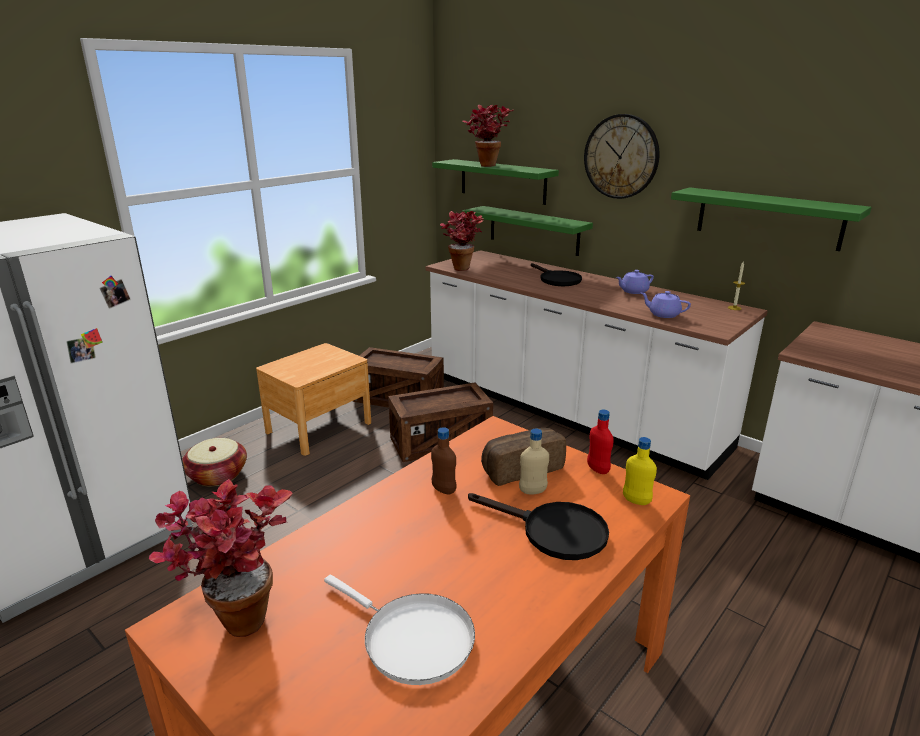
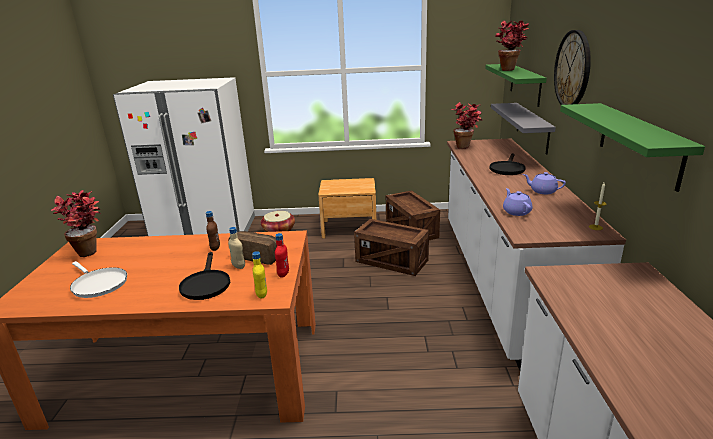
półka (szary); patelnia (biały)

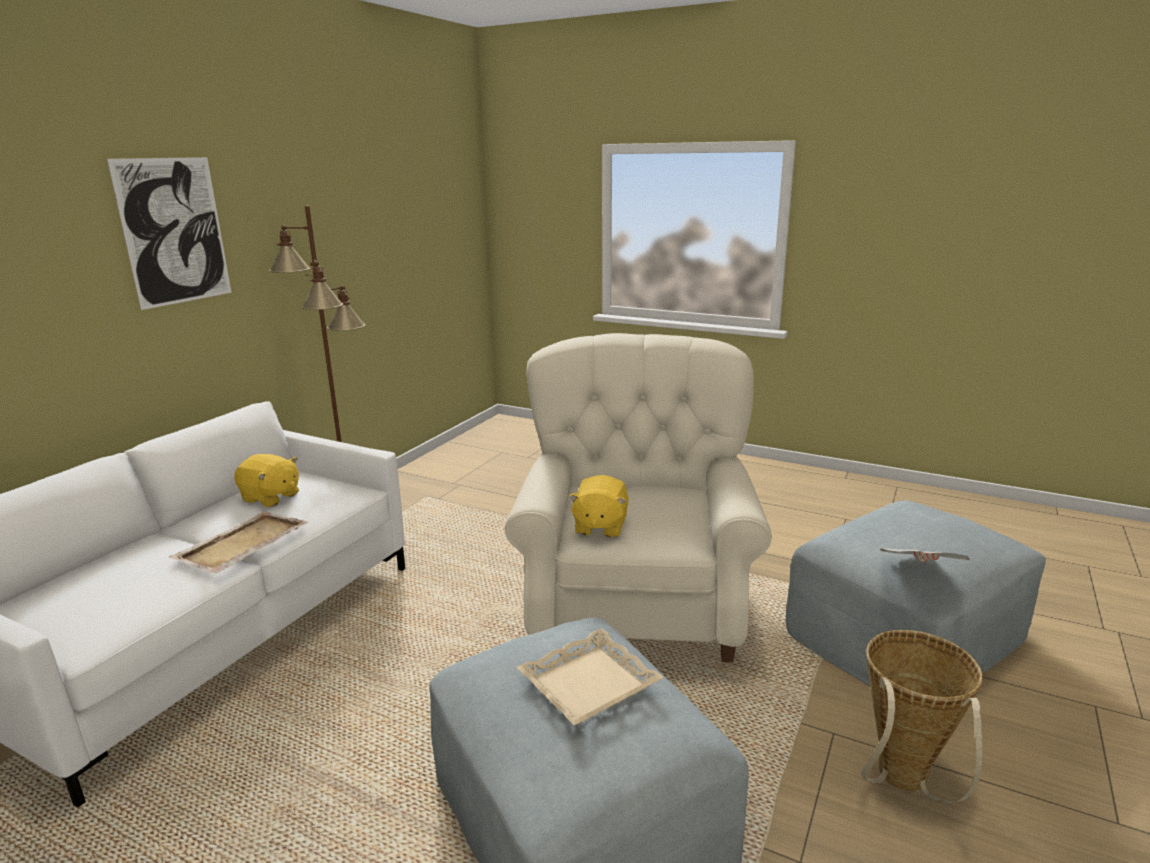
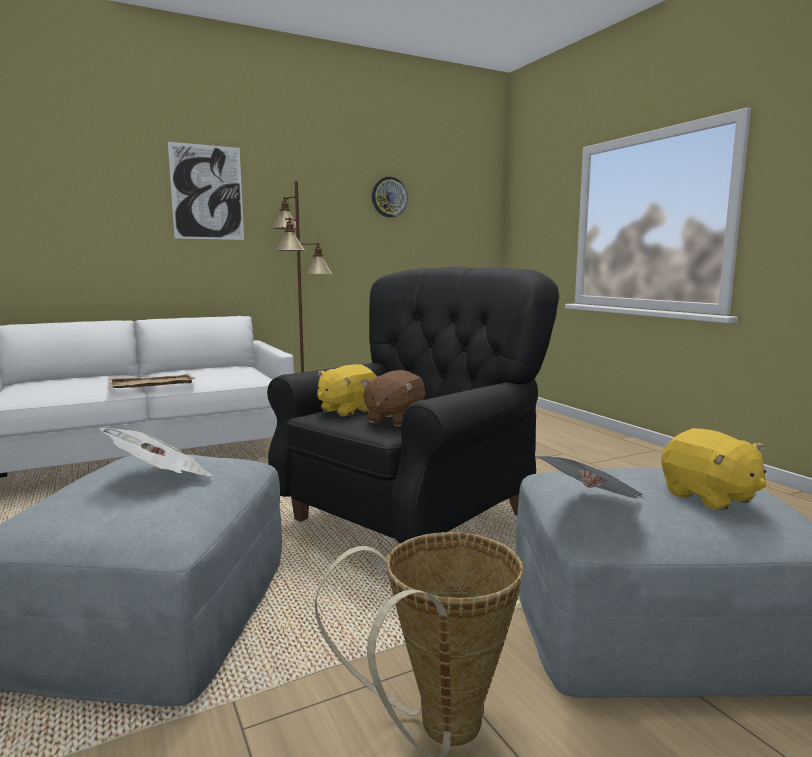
pluszak (brązowy); zegar ścienny; pluszak (żółty) (2nd from left); gazeta (1st from left); fotel (czarny)

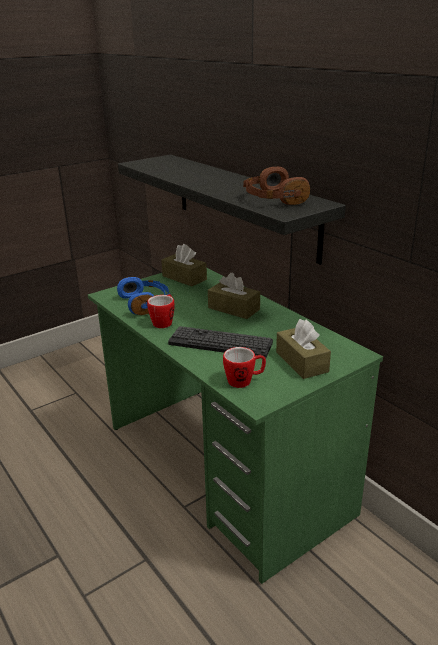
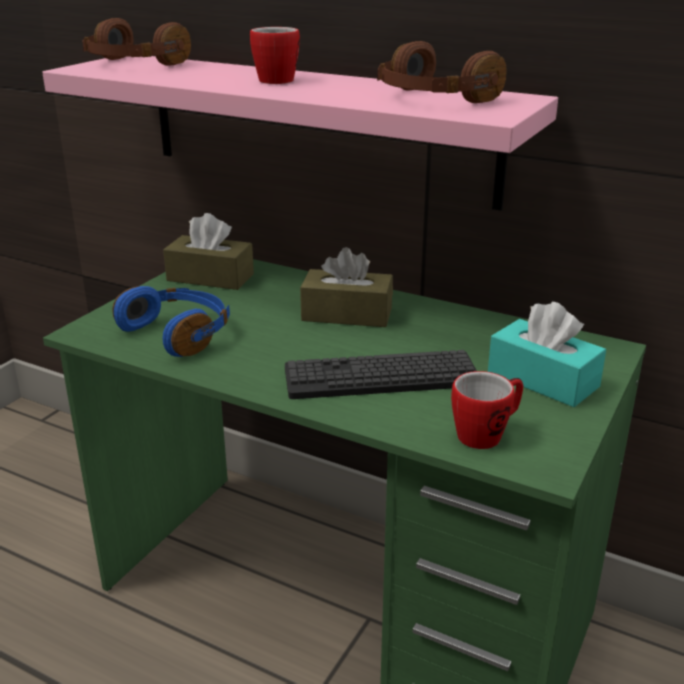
słuchawki (brązowy) (1st from left); kubek (1st from left); półka (różowy); pudełko chusteczek (turkusowy)

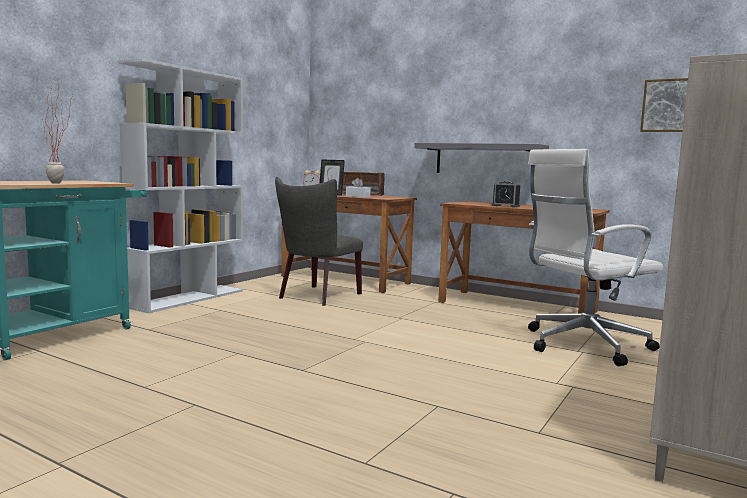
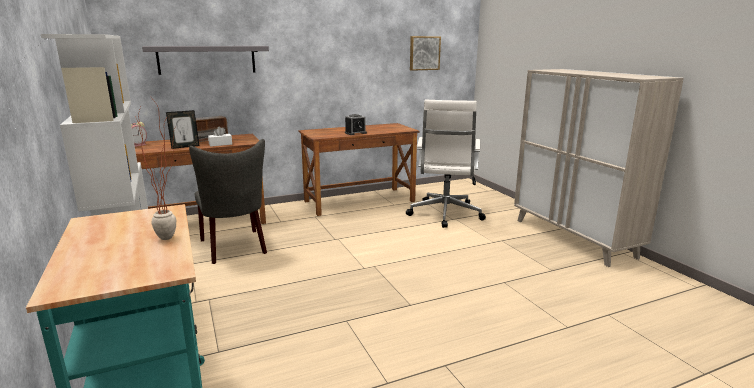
półka (szary)

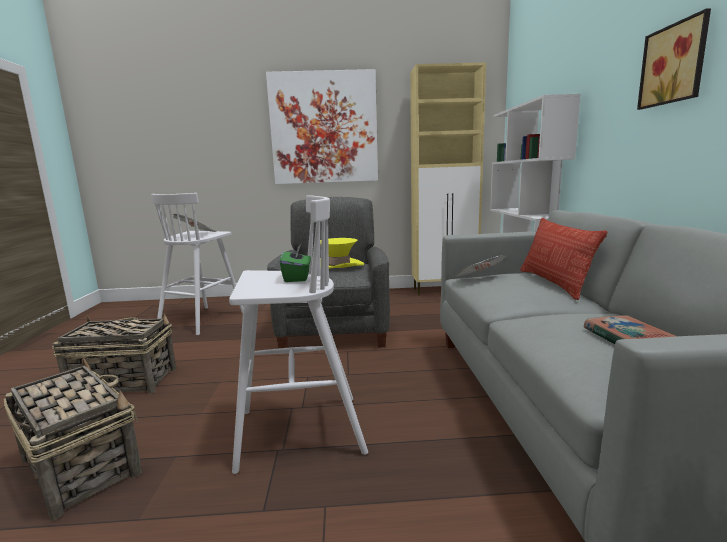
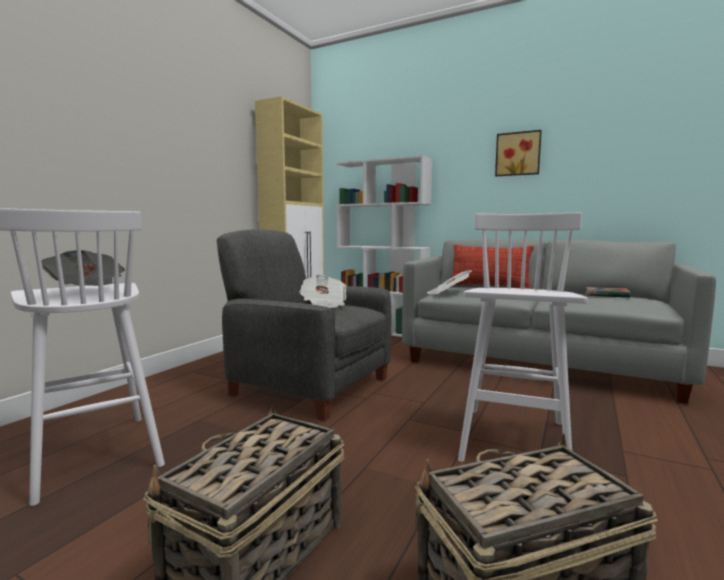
obraz (1st from left in the first image); pudełko chusteczek (zielony); gazeta (2nd from left)

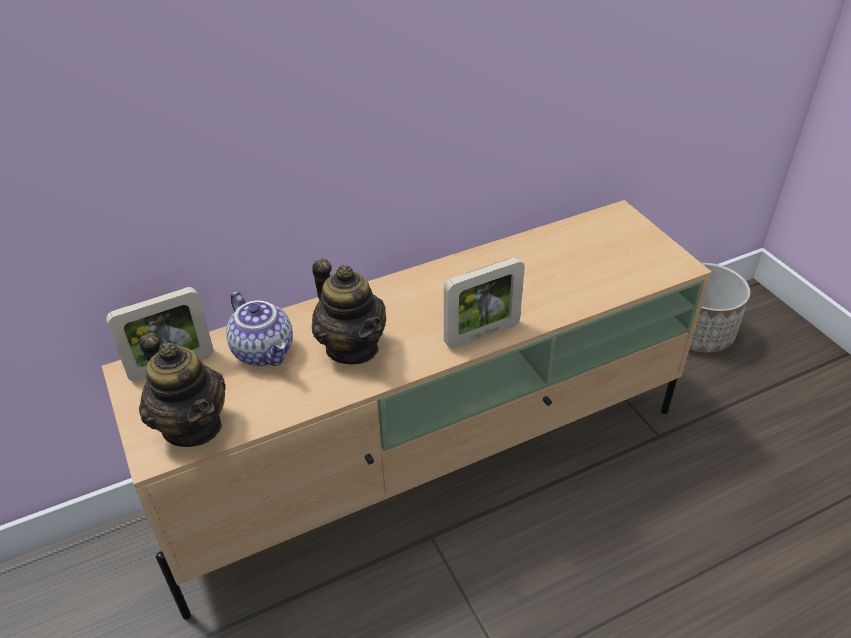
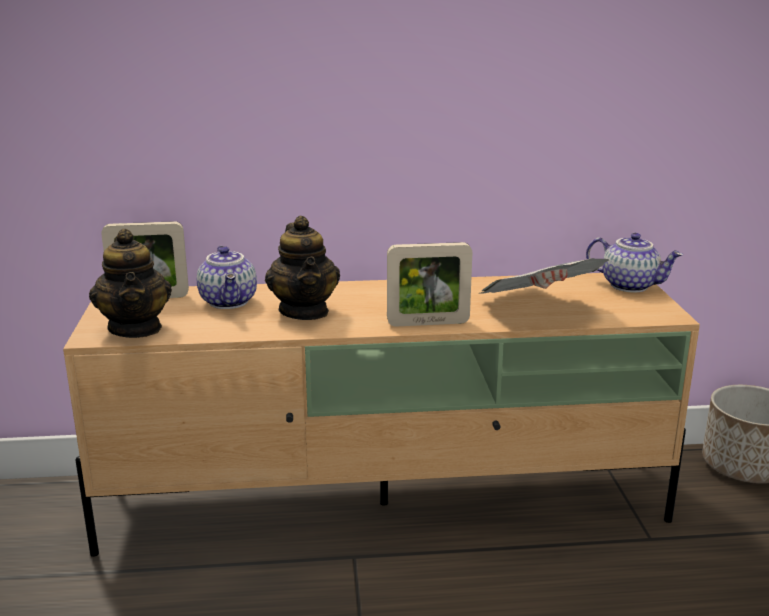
gazeta; imbryk (4th from left)

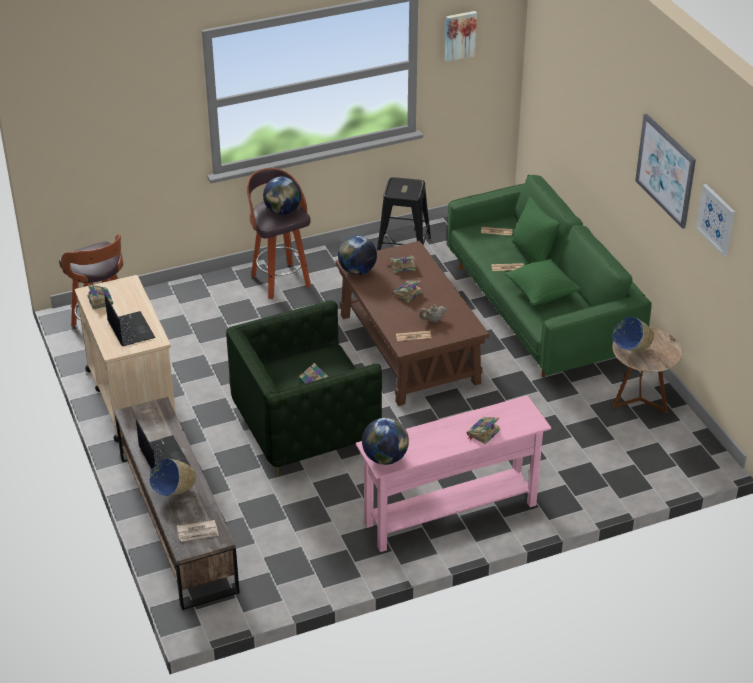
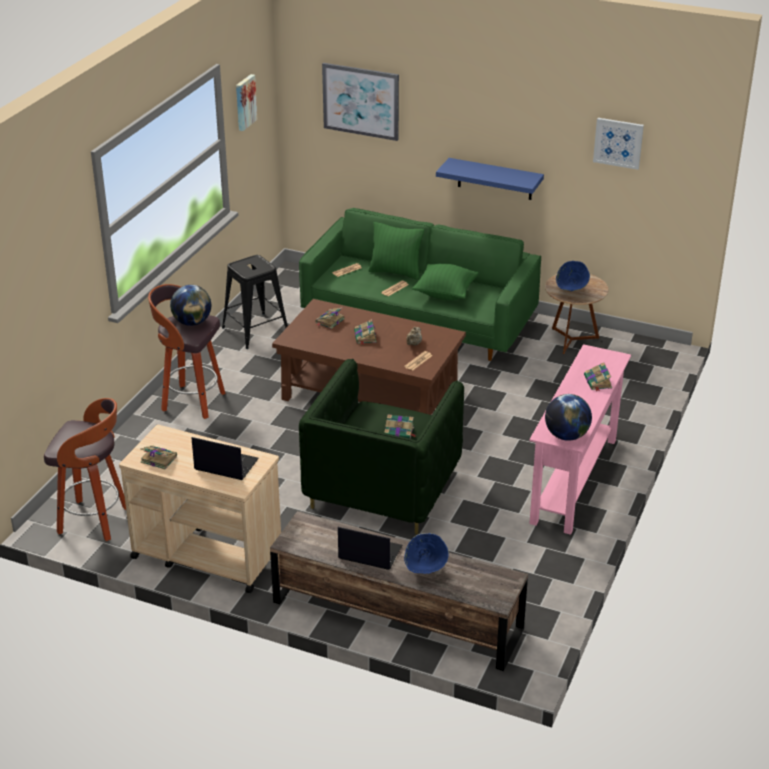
gazeta (1st from left in the first image); globus (2nd from left in the first image); półka (niebieski); obraz (2nd from left)

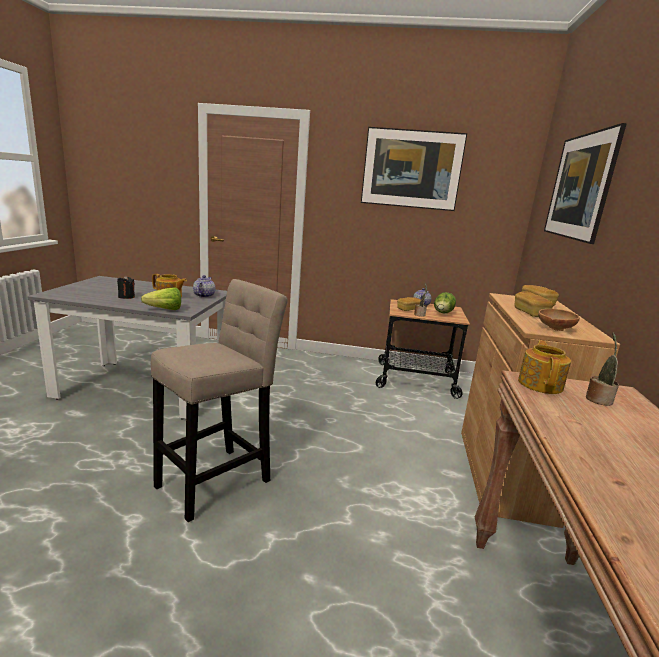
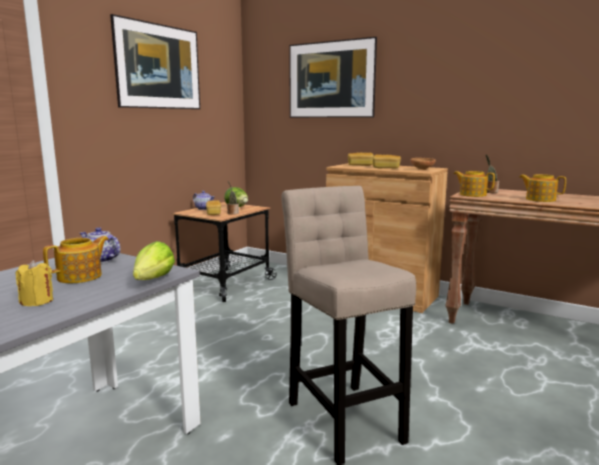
imbryk (5th from left); świeca (żółty)

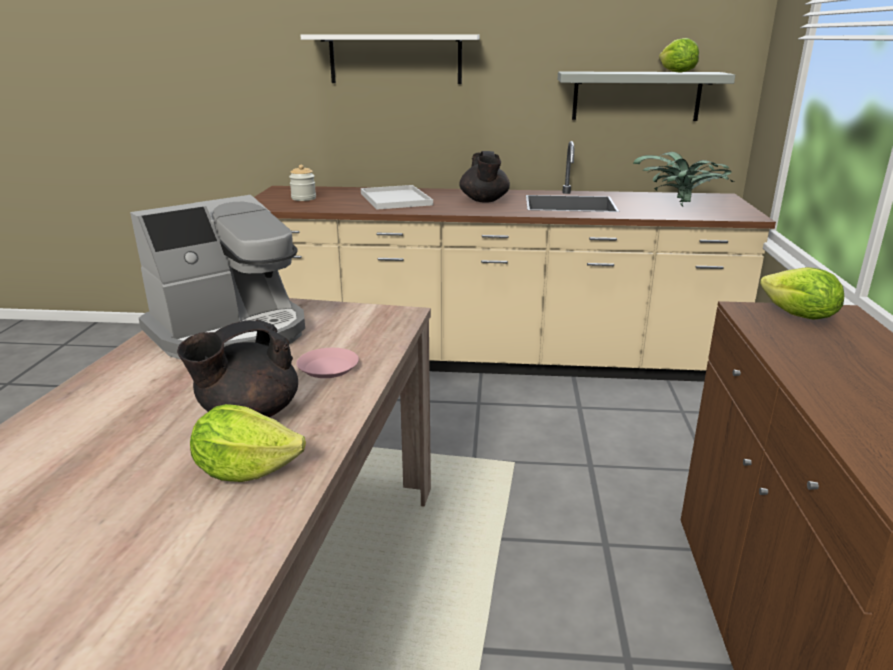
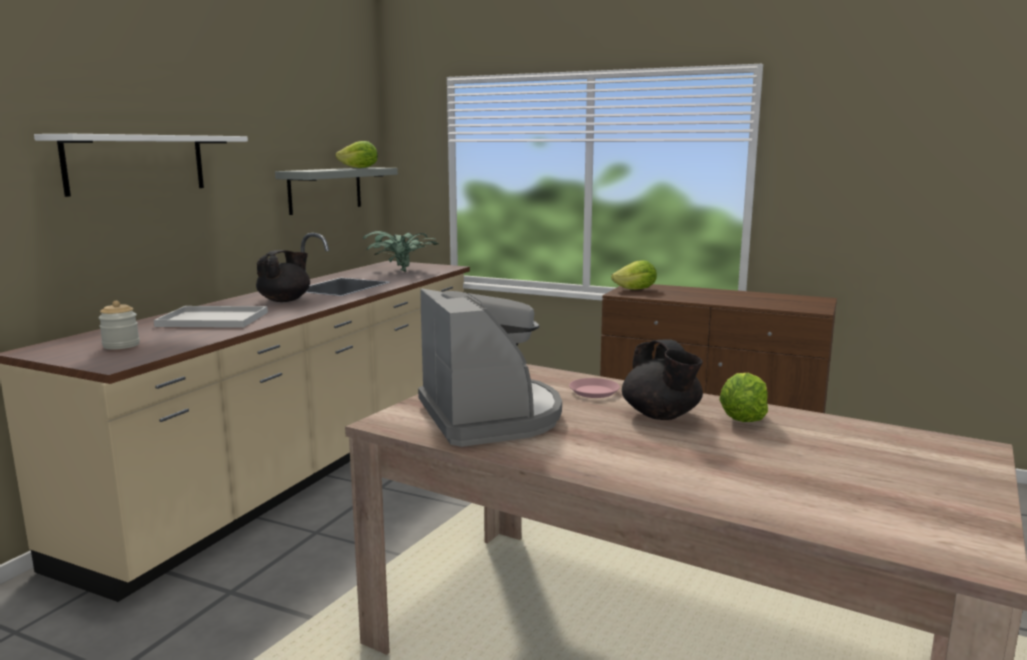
imbryk (czarny) (1st from left)

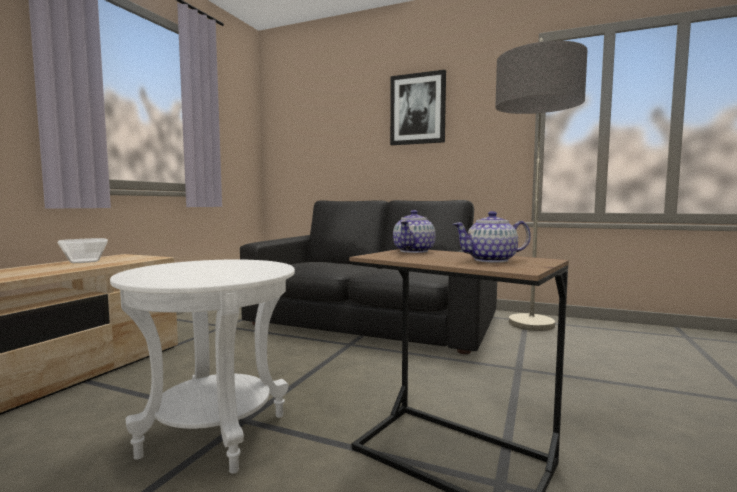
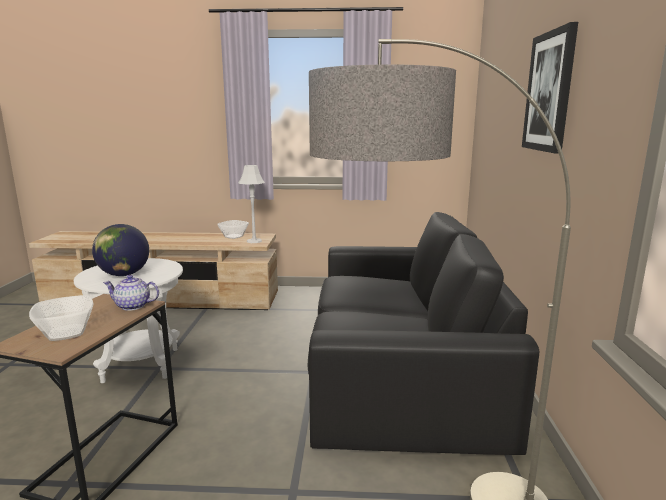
globus; lampa stołowa (szary); miska (1st from left)

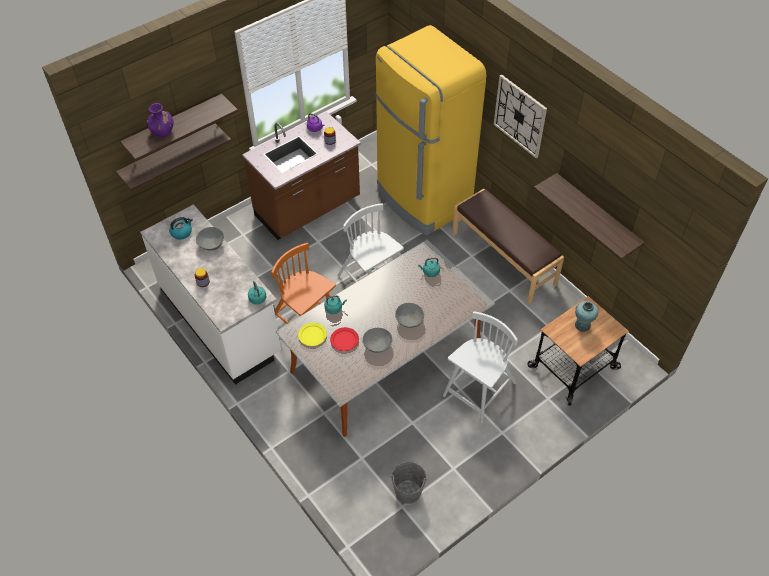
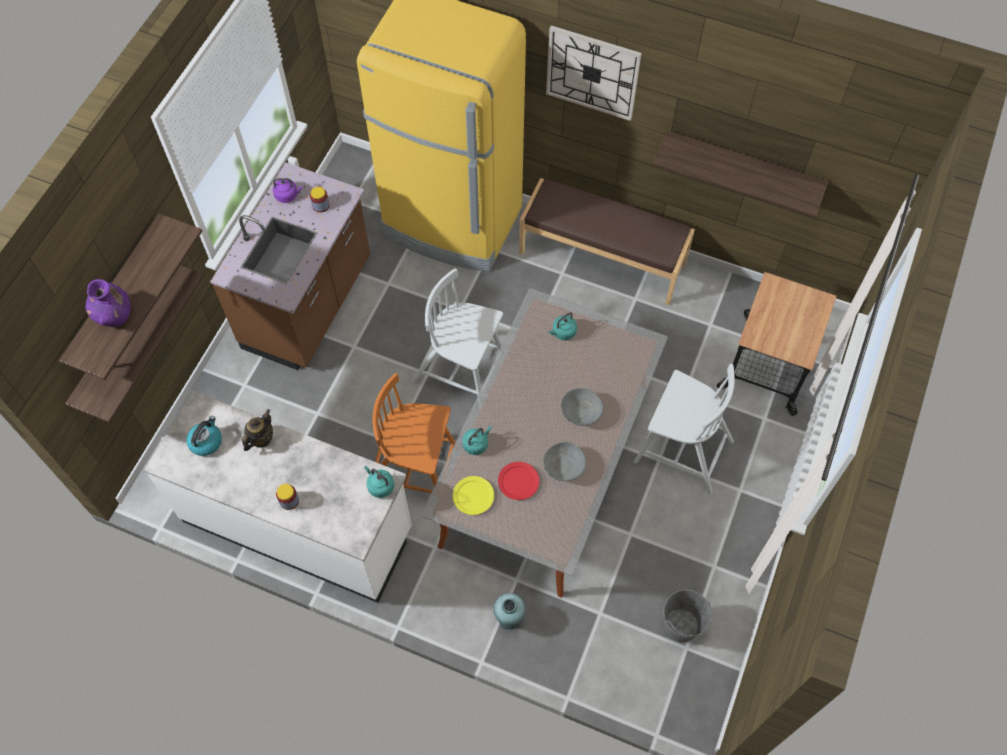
wazon (turkusowy); imbryk; krzesło (biały) (2nd from left)

